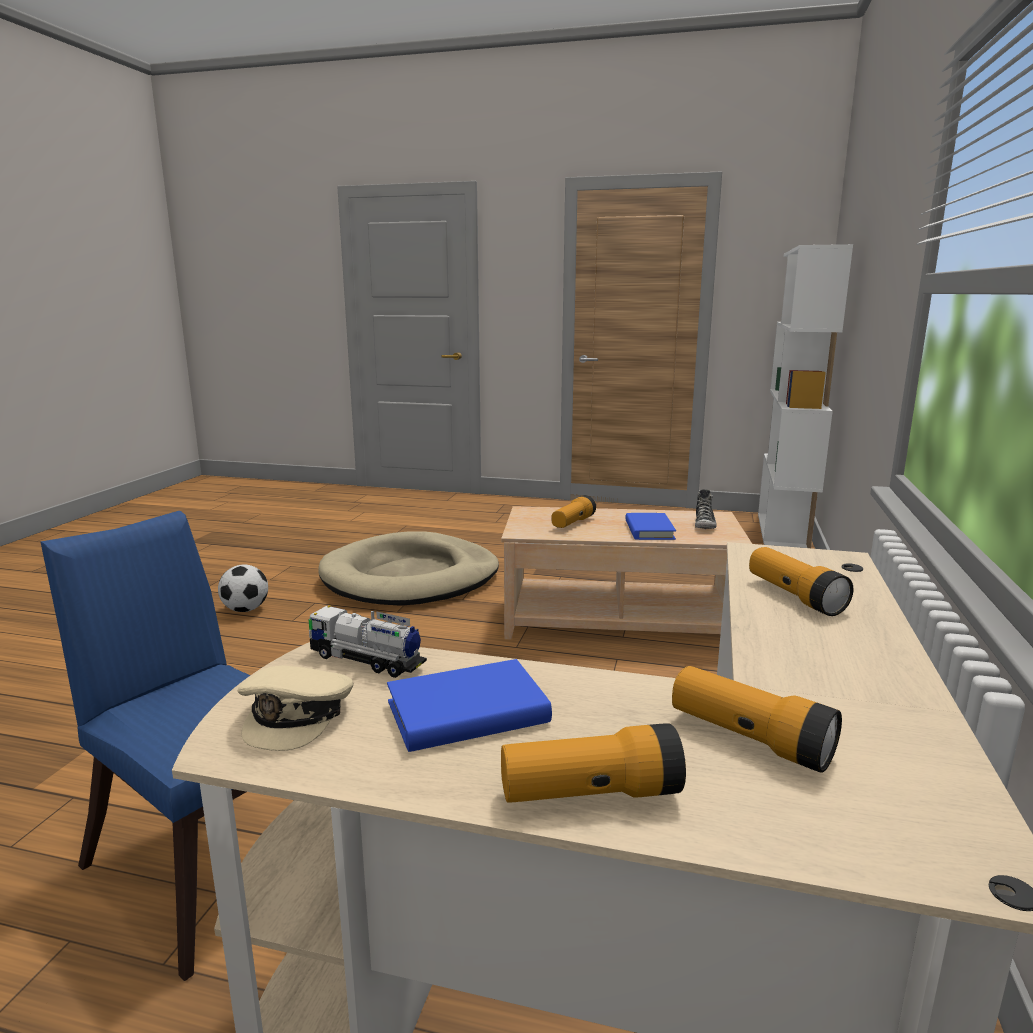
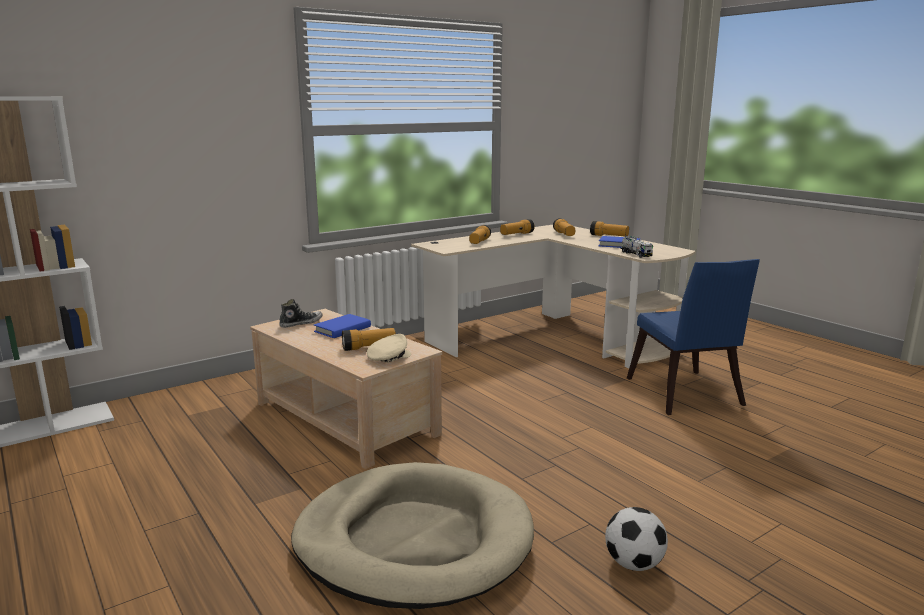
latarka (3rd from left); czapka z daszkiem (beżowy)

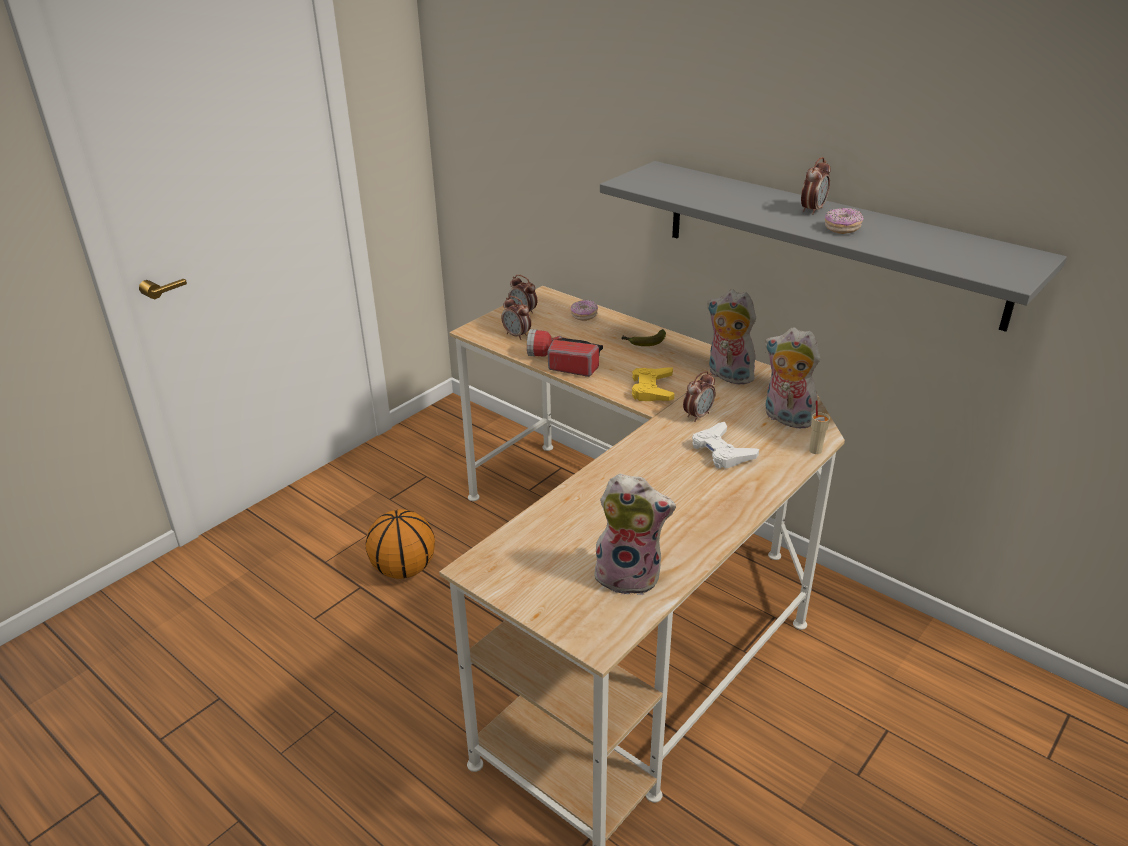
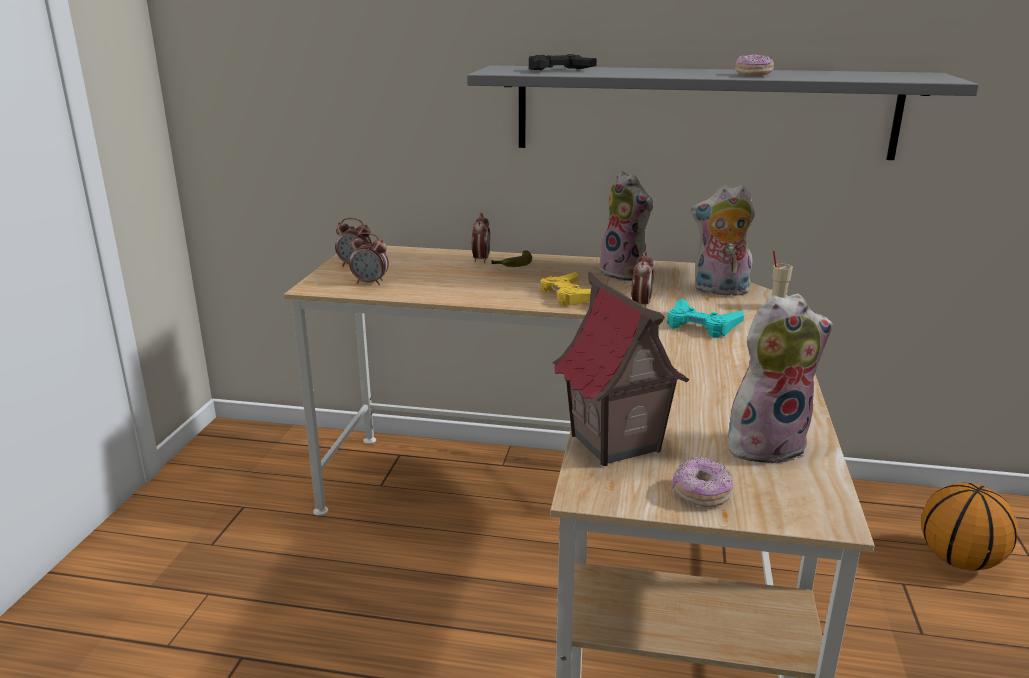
latarka; pad do gier (czarny); domek; piłka do koszykówki; donut (1st from left); budzik (3rd from left); pad do gier (turkusowy); pluszak (1st from left)

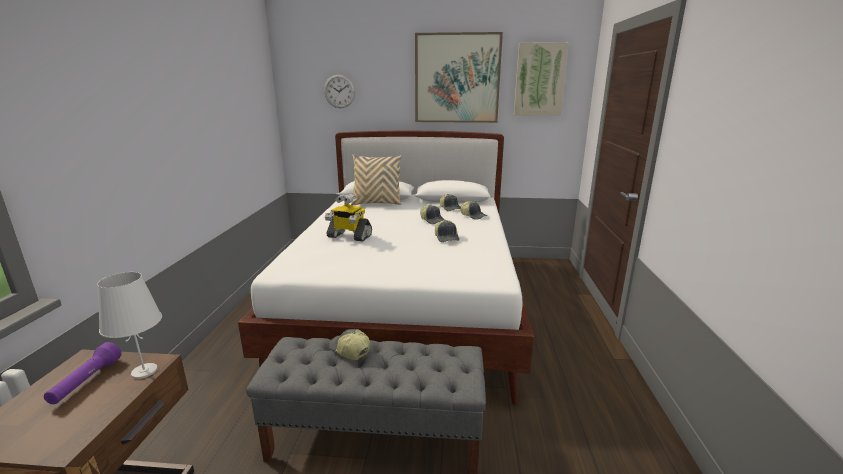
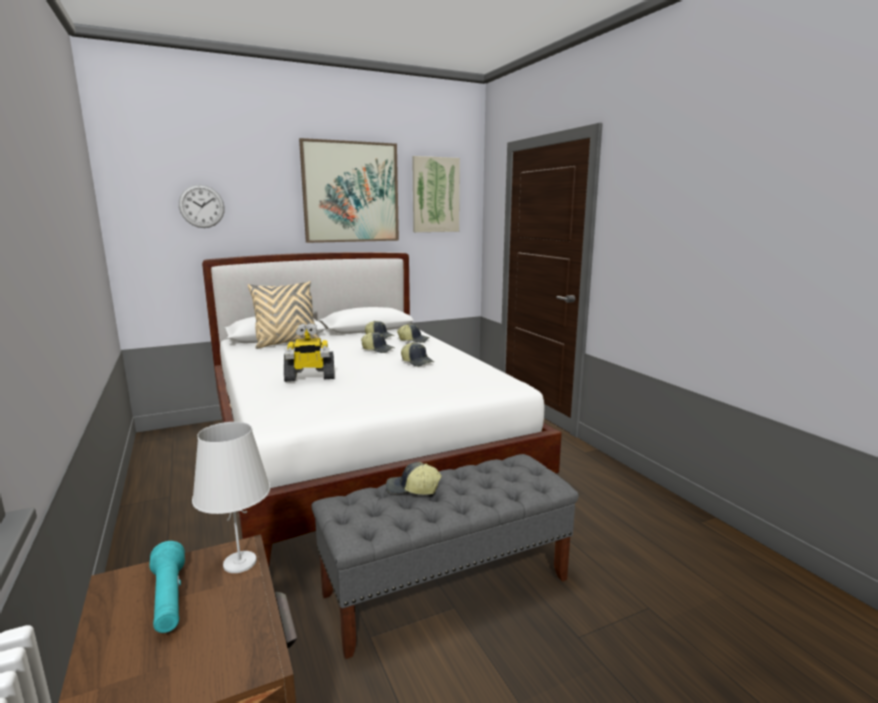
latarka (turkusowy)

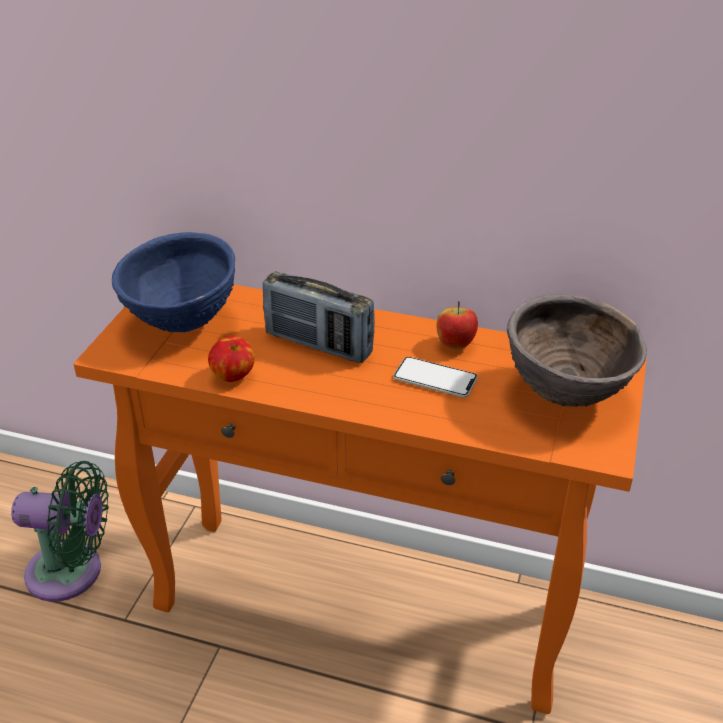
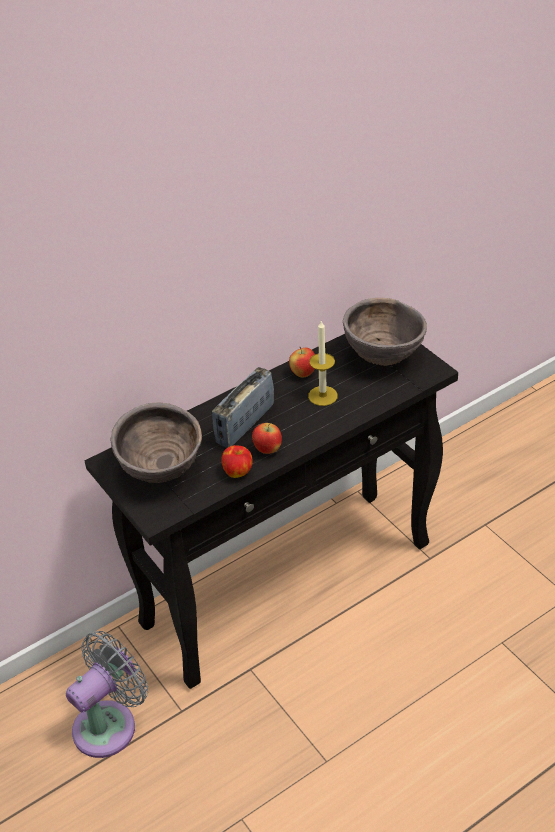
jabłko (2nd from left); świeca; wentylator (szary); stolik konsolowy (czarny); miska (brązowy) (1st from left); radio

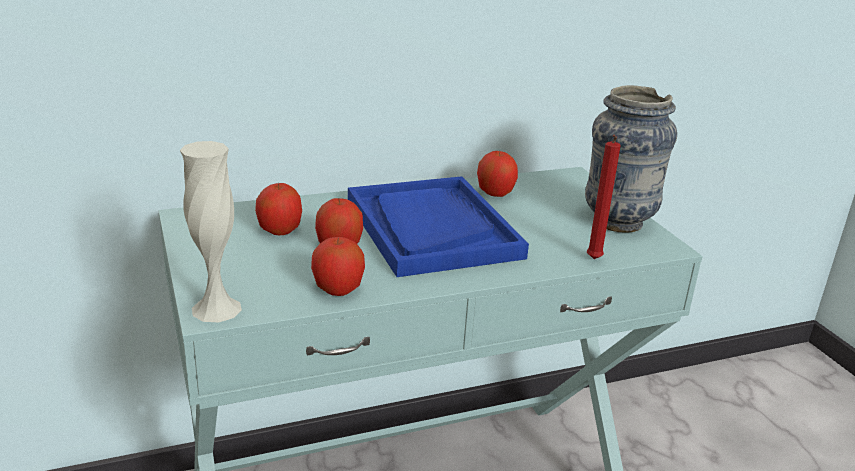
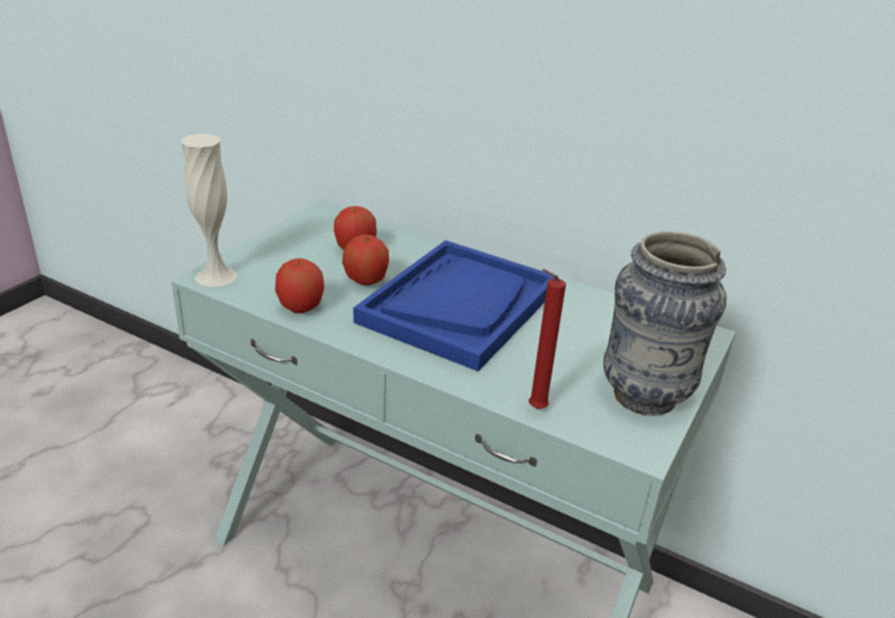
jabłko (4th from left in the first image)

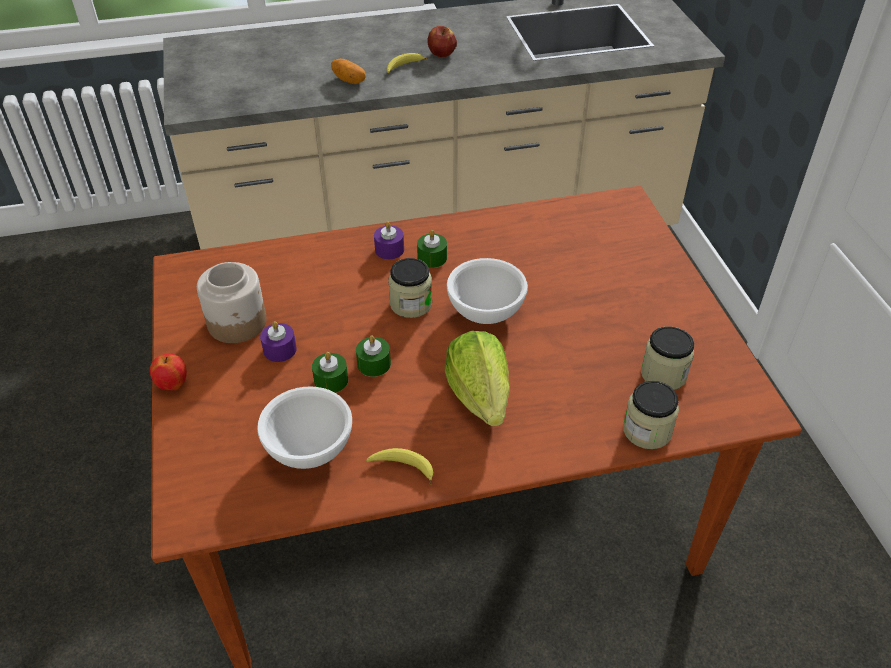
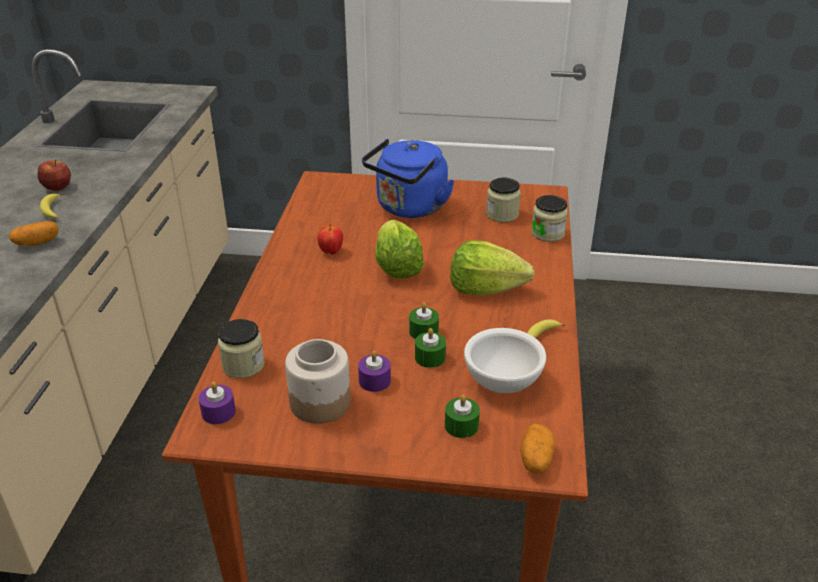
czajnik (niebieski); ziemniak (2nd from left); jabłko (2nd from left); świeca (fioletowy) (1st from left); słoik (1st from left); świeca (zielony) (3rd from left); sałata (1st from left)

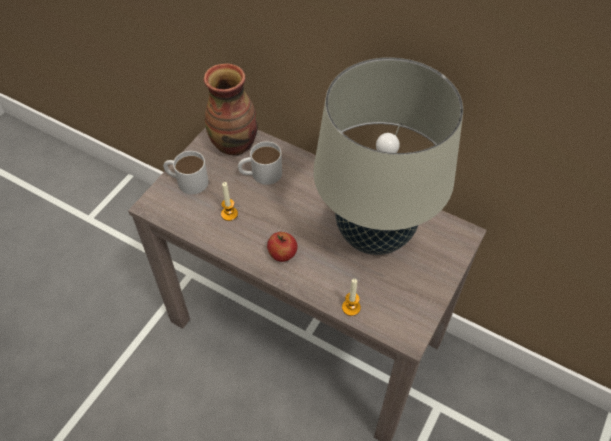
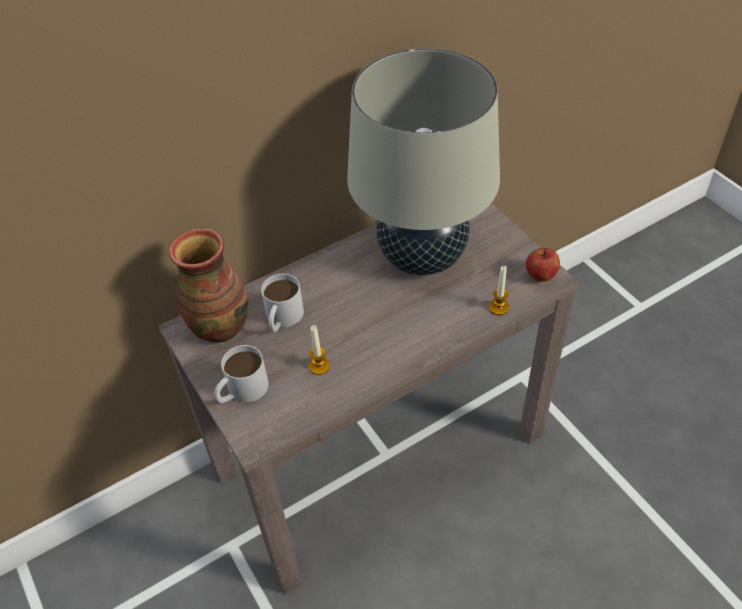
jabłko

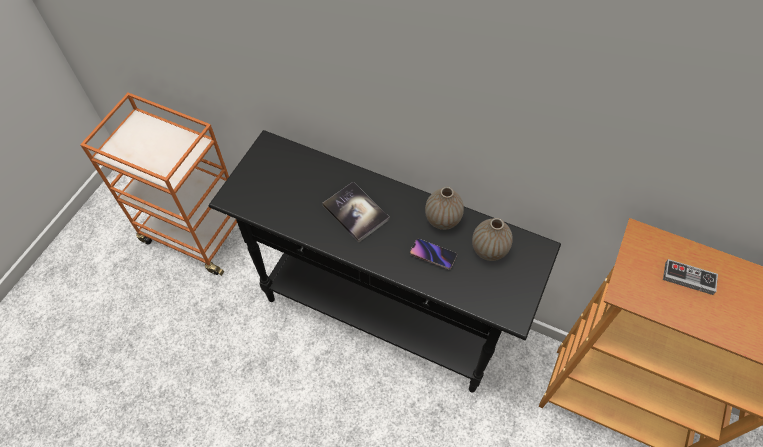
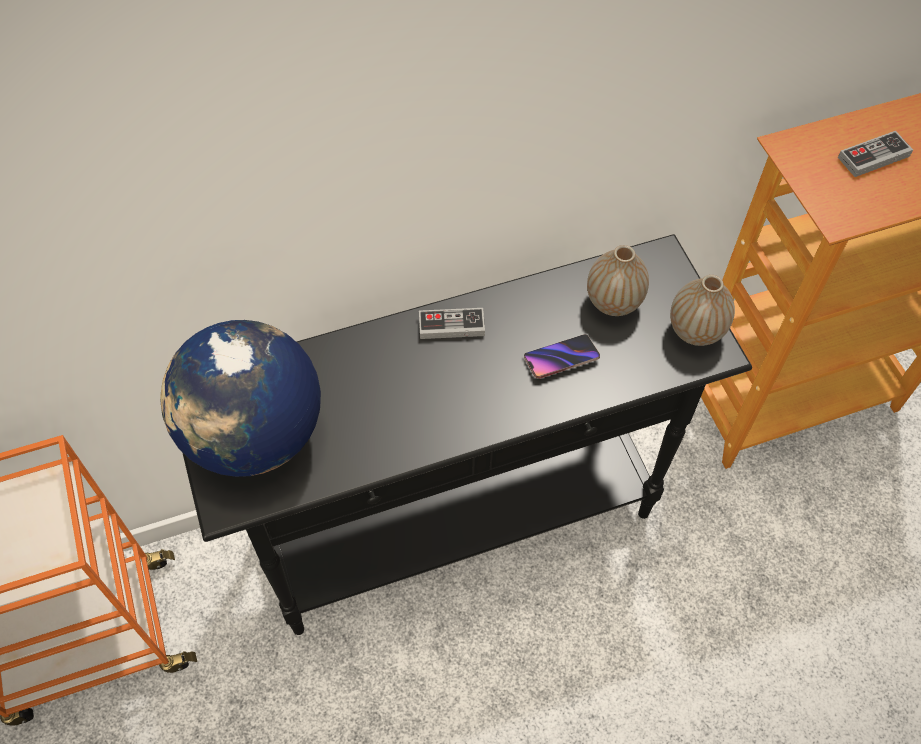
książka; globus; pad do gier (1st from left); wazon (2nd from left)

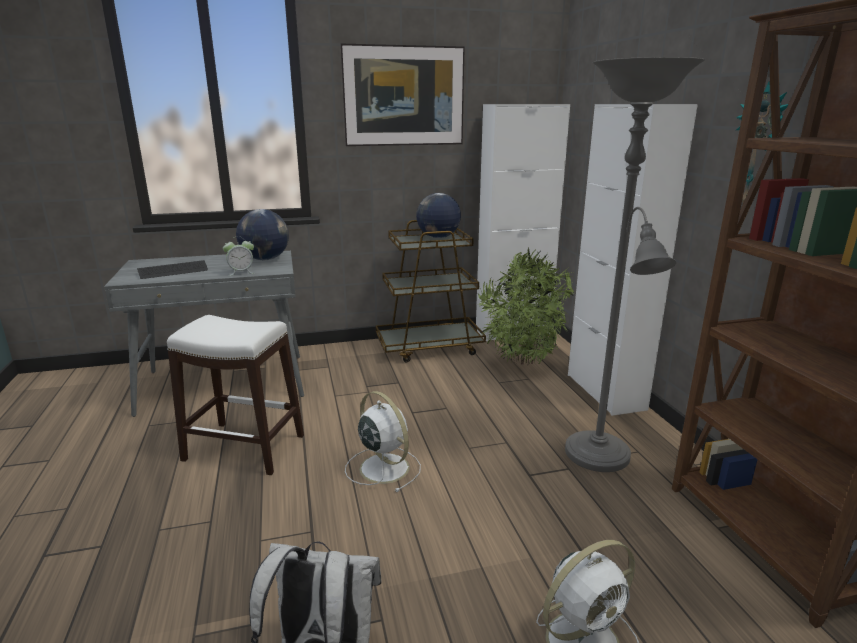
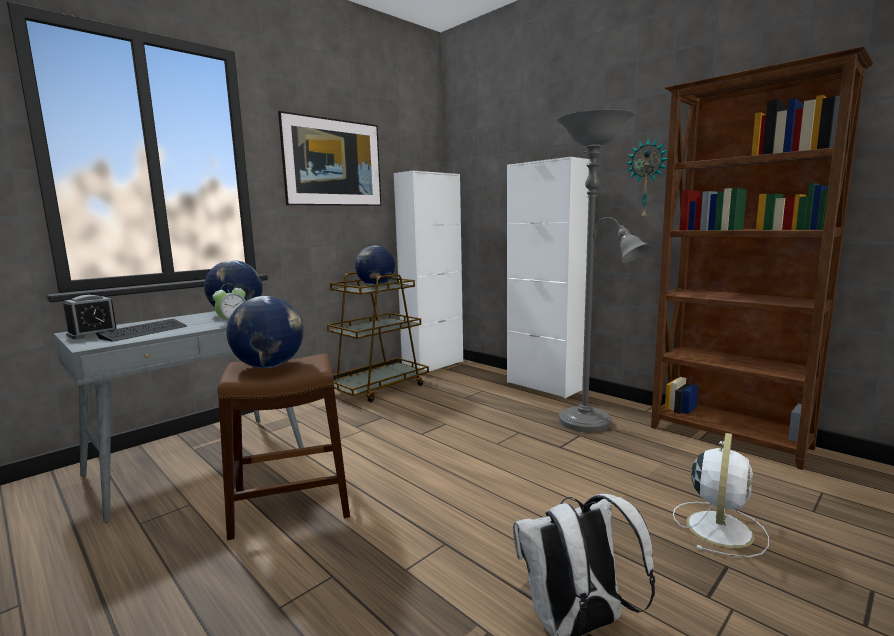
wentylator (biały) (1st from left in the first image); roślina doniczkowa; budzik (1st from left); globus (2nd from left); stołek (brązowy)

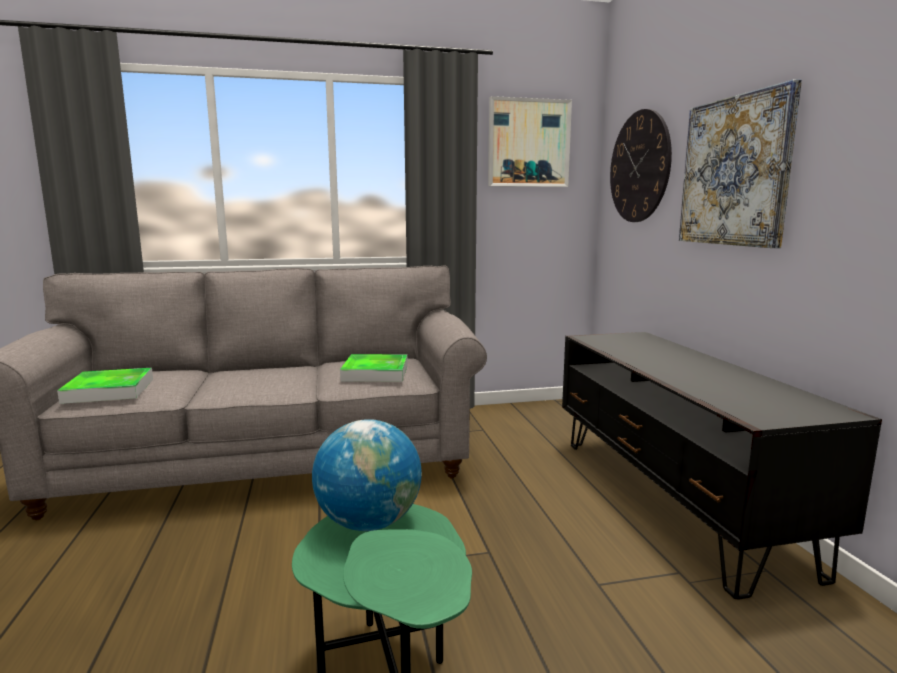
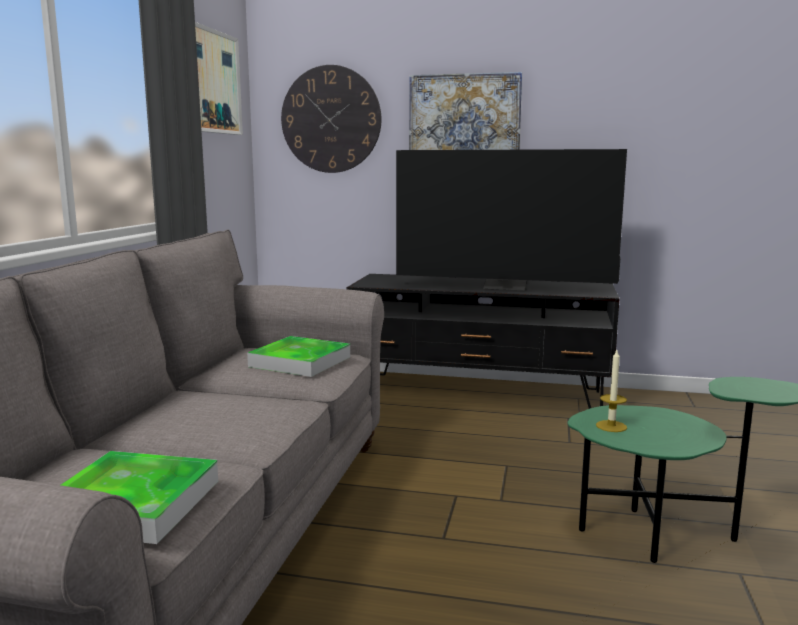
telewizor; świeca

